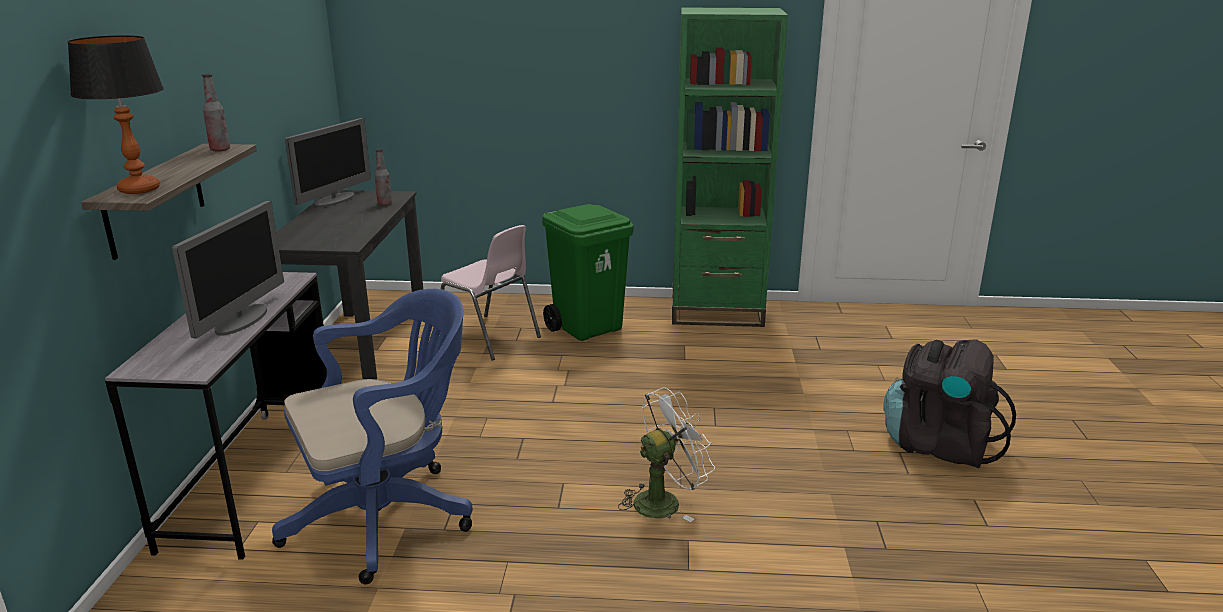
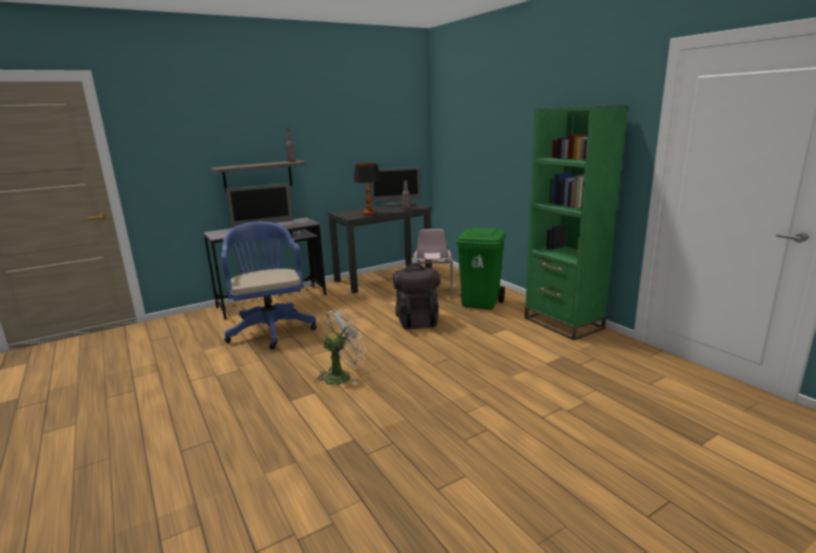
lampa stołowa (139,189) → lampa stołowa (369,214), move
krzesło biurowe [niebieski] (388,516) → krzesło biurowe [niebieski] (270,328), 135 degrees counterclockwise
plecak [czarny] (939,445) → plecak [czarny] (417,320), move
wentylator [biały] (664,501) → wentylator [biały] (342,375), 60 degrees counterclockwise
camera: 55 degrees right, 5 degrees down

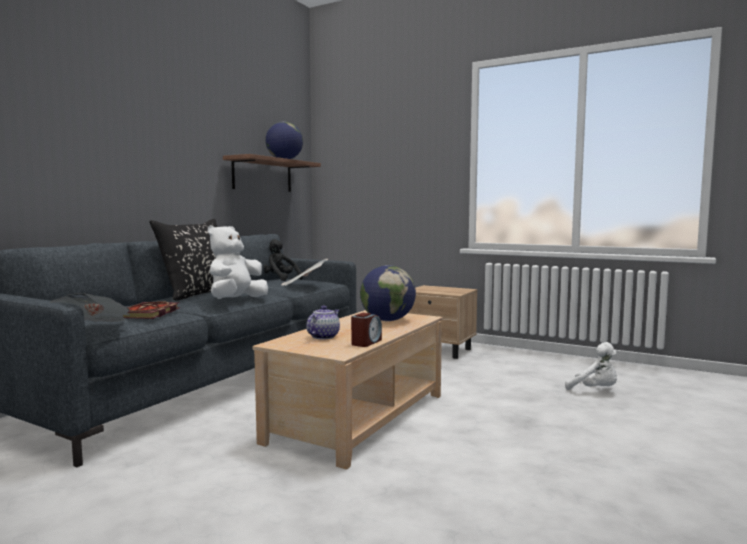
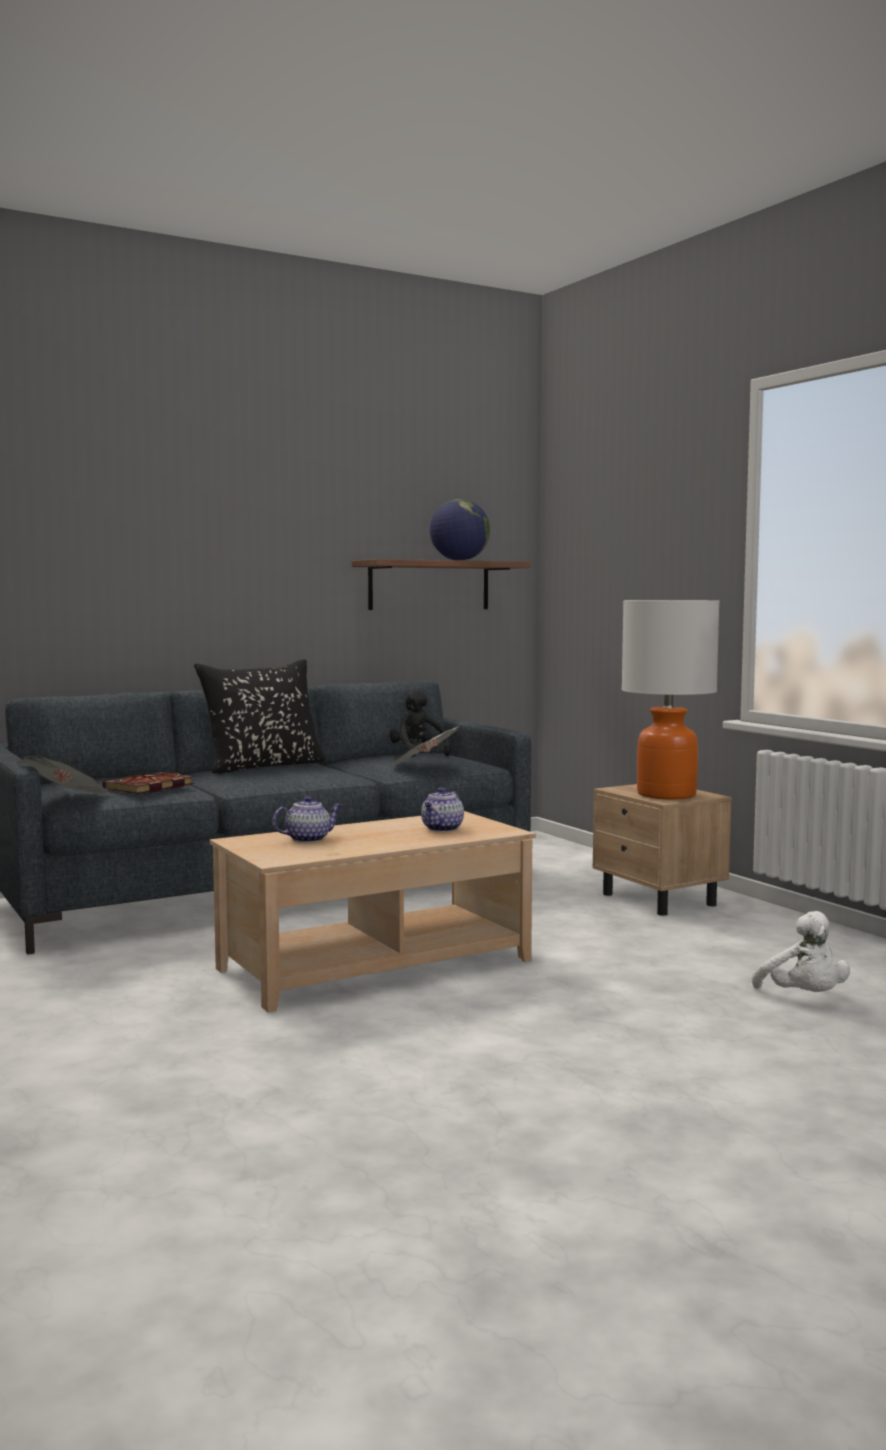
pluszak [biały] (236,300) → -
globus (387,320) → imbryk (442,829)
budzik (366,342) → -
- → lampa stołowa (666,794)
camera: 30 degrees right, 0 degrees up

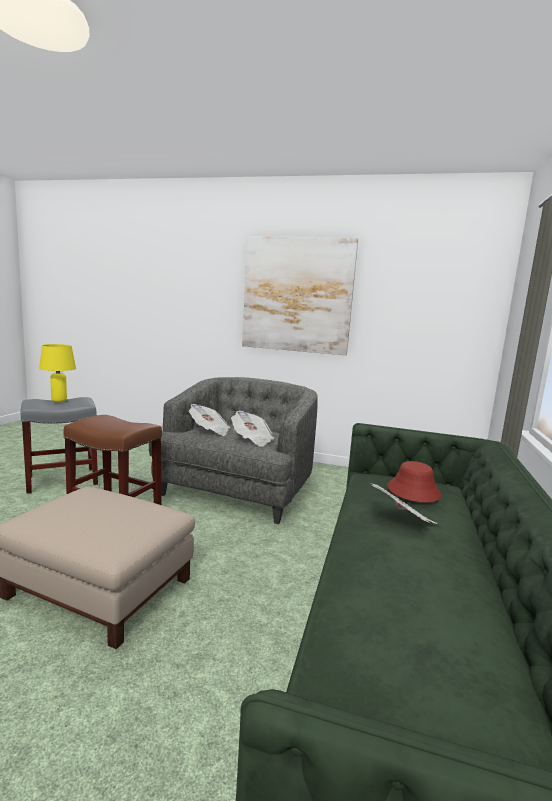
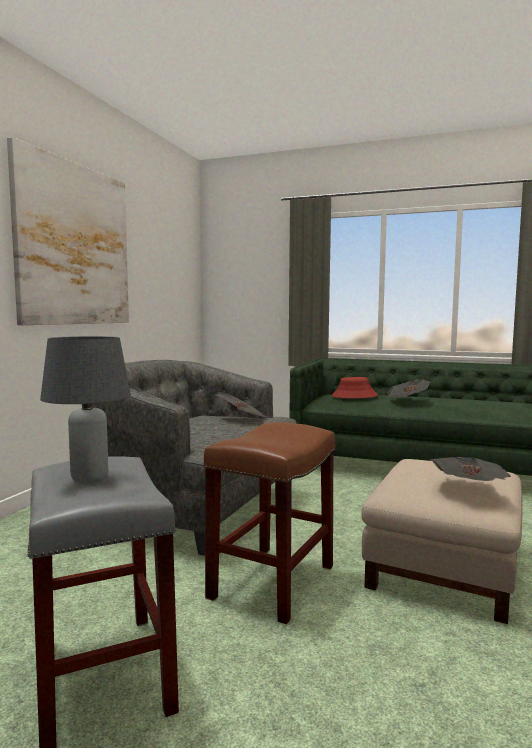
lampa stołowa [żółty] (59,401) → lampa stołowa [szary] (88,480)
gazeta (209,431) → gazeta (469,489), move
camera: 85 degrees left, 5 degrees down

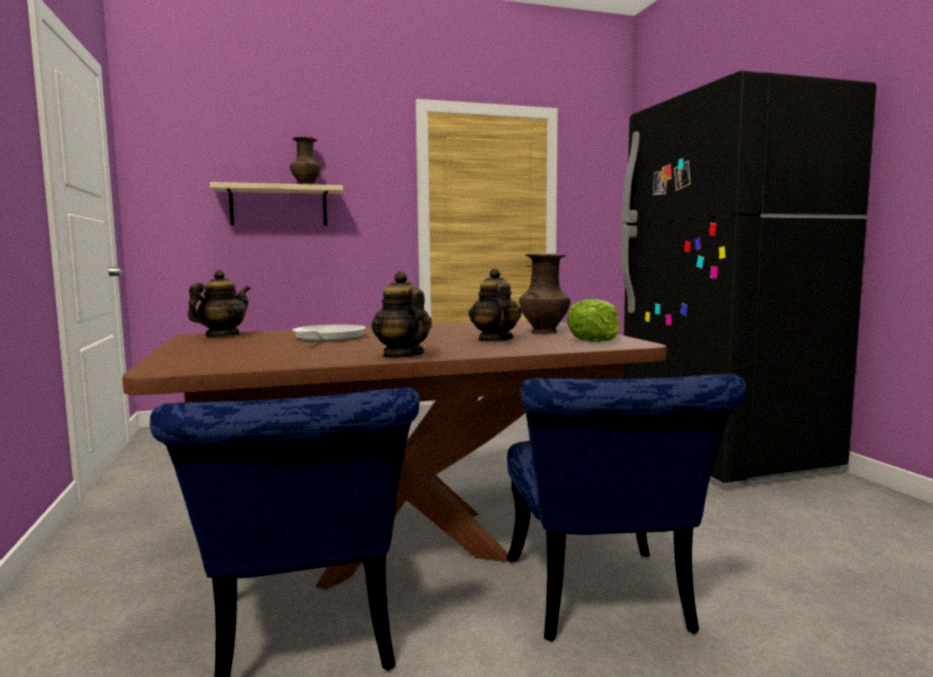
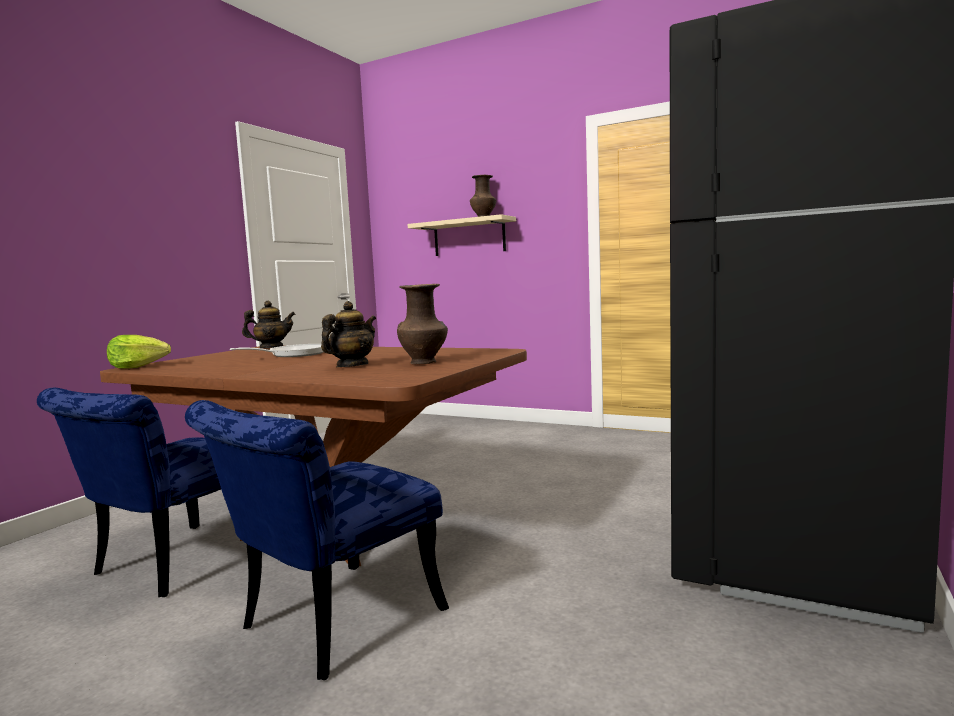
imbryk (402,355) → -
sałata (595,340) → sałata (138,367), move
camera: 45 degrees right, 0 degrees up

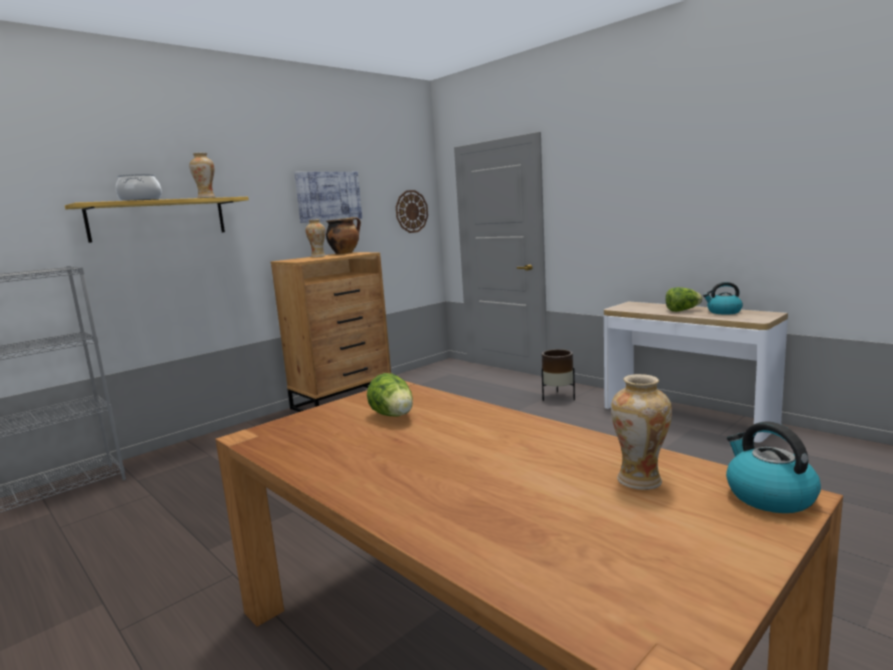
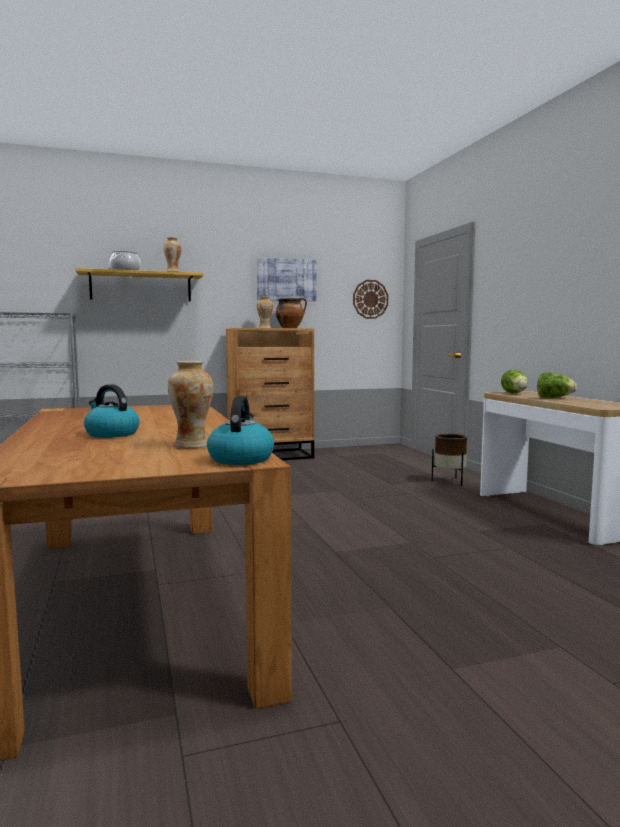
czajnik (723,312) → czajnik (111,434), move
sałata (394,416) → sałata (515,393), move
camera: 25 degrees right, 5 degrees down

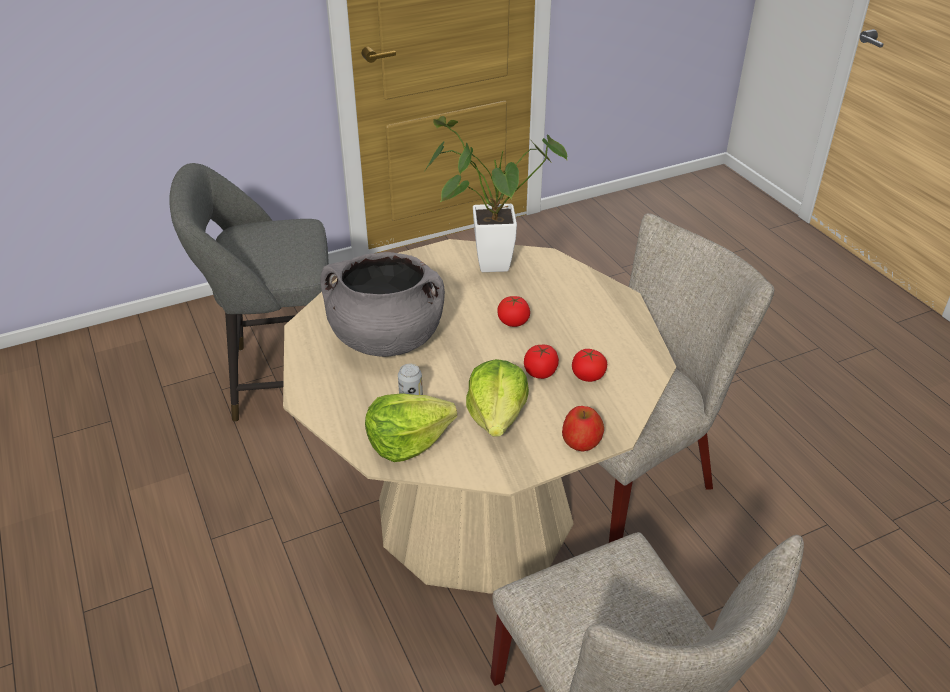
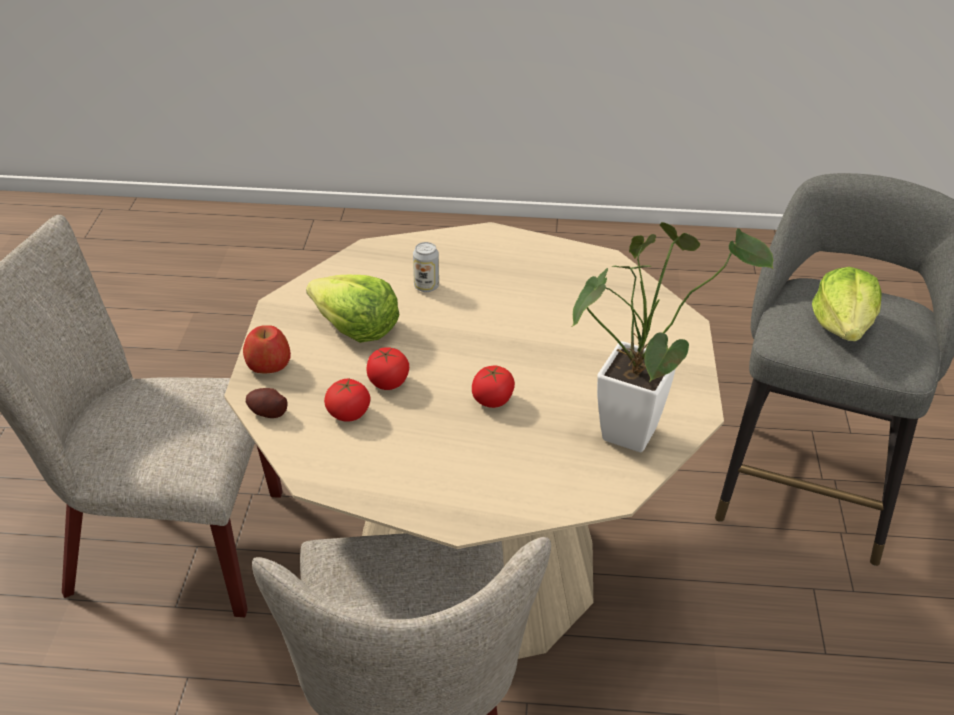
garnek [szary] (386,339) → -
sałata (407,441) → sałata (843,326), move
- → ziemniak (267,412)
camera: 120 degrees right, 0 degrees up

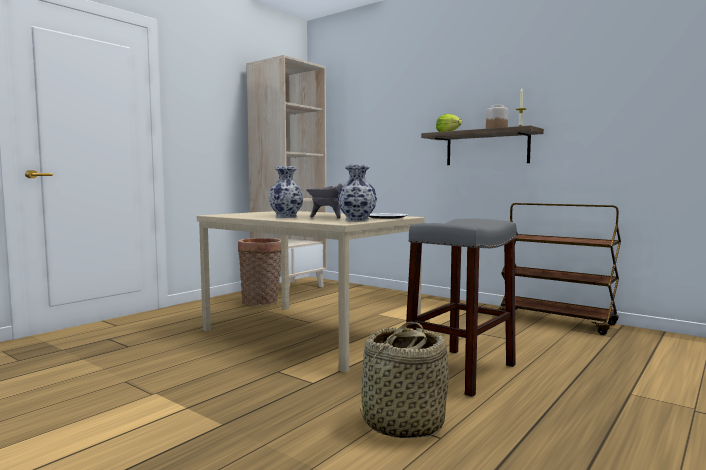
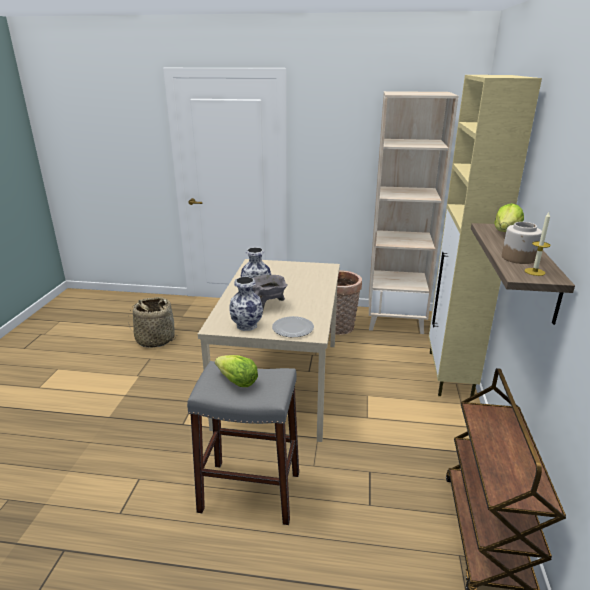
koszyk (402,423) → koszyk (155,339), move
- → szafka [beżowy] (449,374)
- → sałata (237,382)
camera: 60 degrees right, 20 degrees up

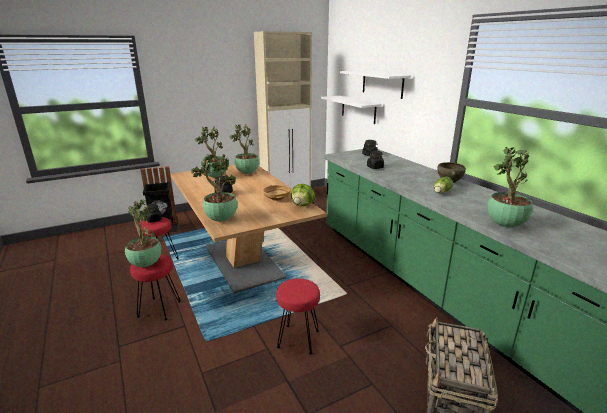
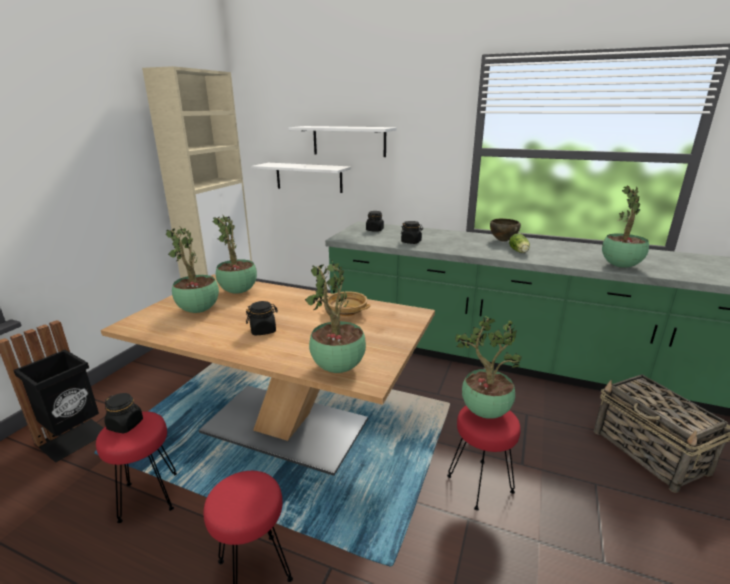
sałata (302,205) → -
roślina doniczkowa (145,264) → roślina doniczkowa (483,412), move
camera: 40 degrees left, 0 degrees up

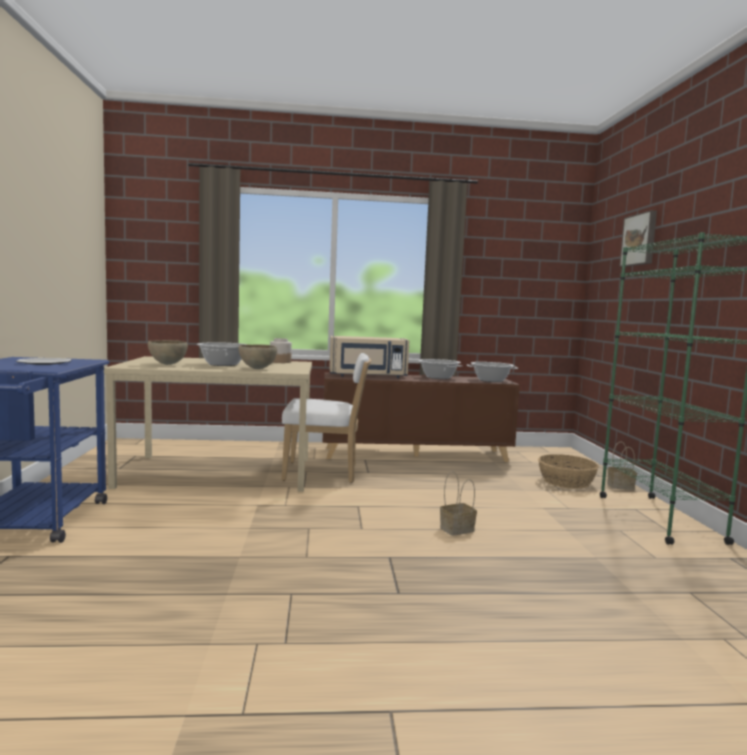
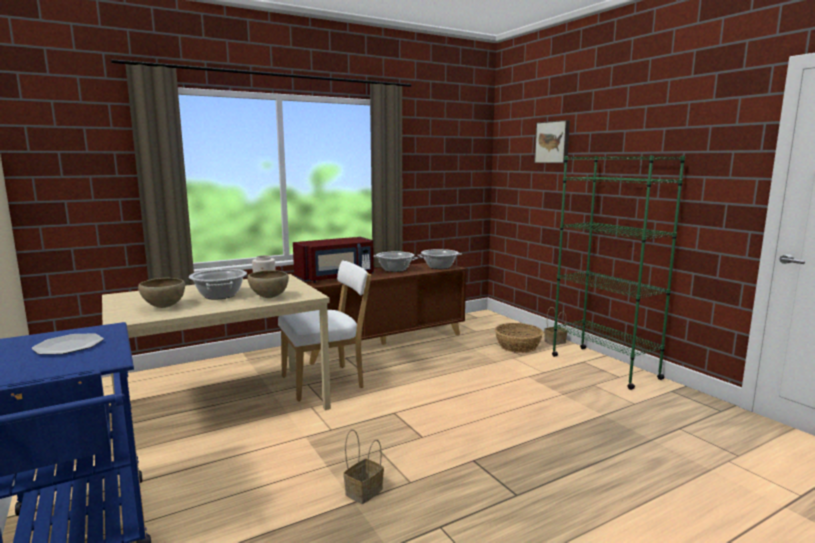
mikrofalówka [beżowy] (368,376) → mikrofalówka [czerwony] (336,278)
koszyk (457,529) → koszyk (364,491), move
camera: 25 degrees left, 5 degrees up

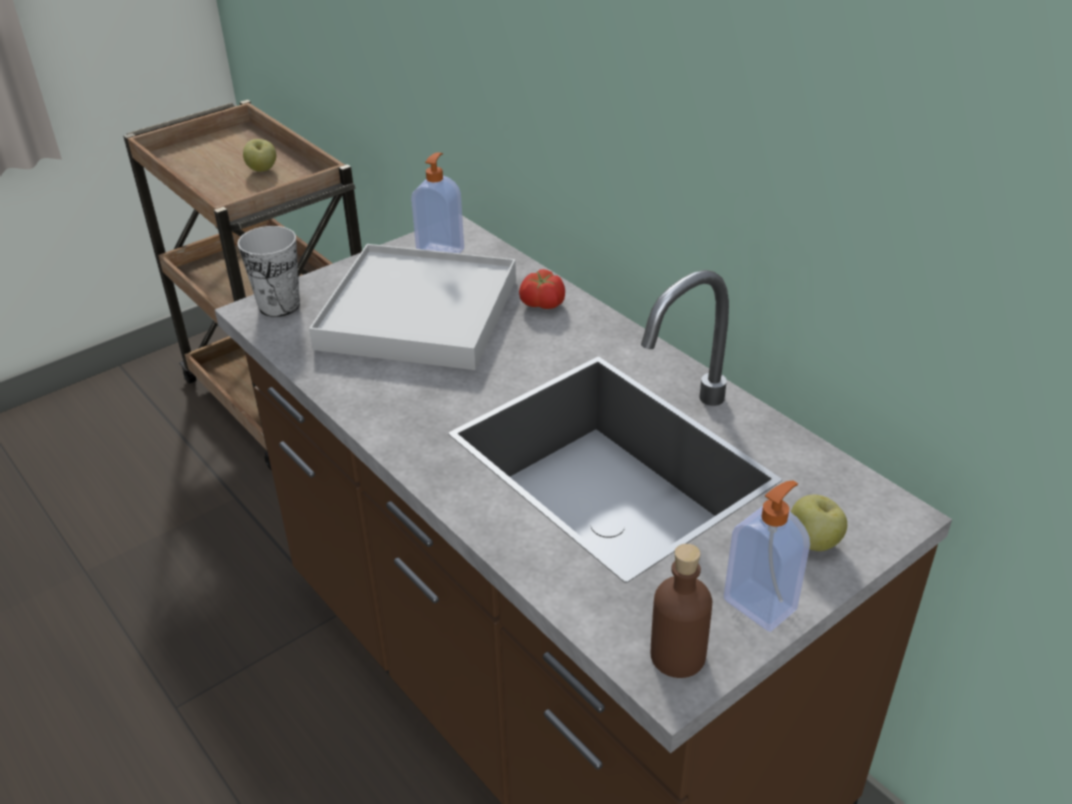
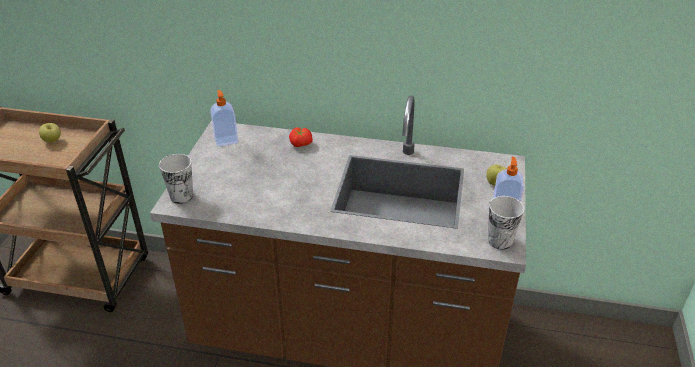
taca [biały] (419,313) → -
butelka [brązowy] (677,656) → filiżanka (500,241)
camera: 40 degrees left, 0 degrees up

